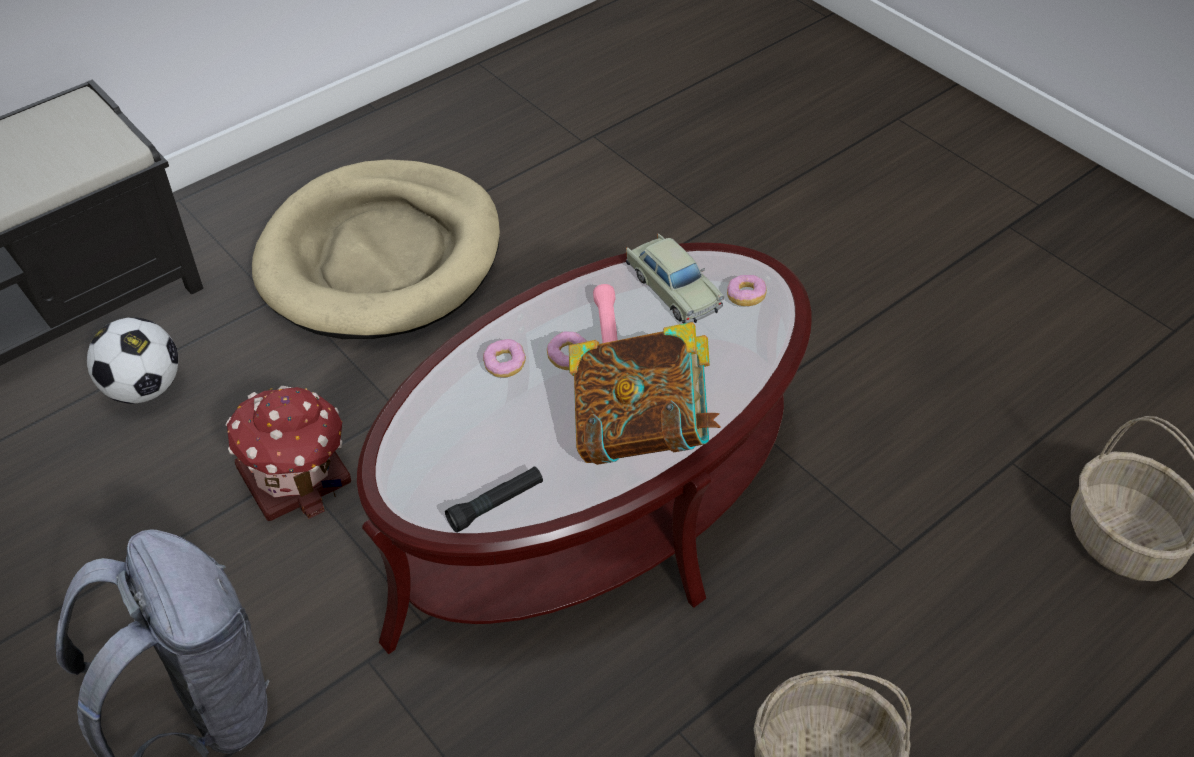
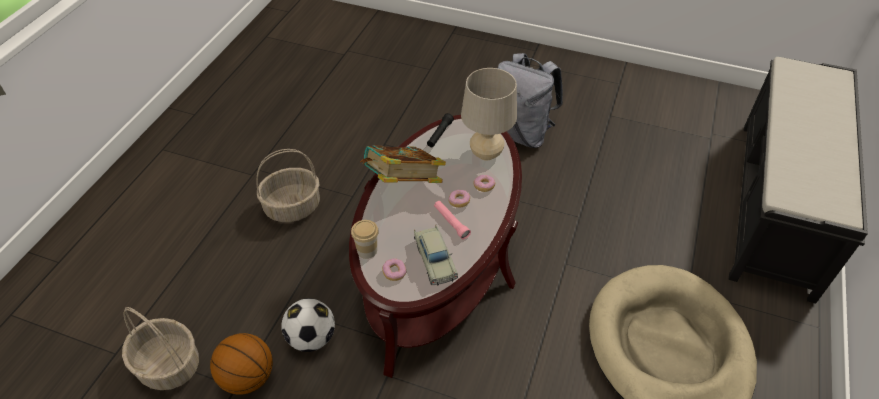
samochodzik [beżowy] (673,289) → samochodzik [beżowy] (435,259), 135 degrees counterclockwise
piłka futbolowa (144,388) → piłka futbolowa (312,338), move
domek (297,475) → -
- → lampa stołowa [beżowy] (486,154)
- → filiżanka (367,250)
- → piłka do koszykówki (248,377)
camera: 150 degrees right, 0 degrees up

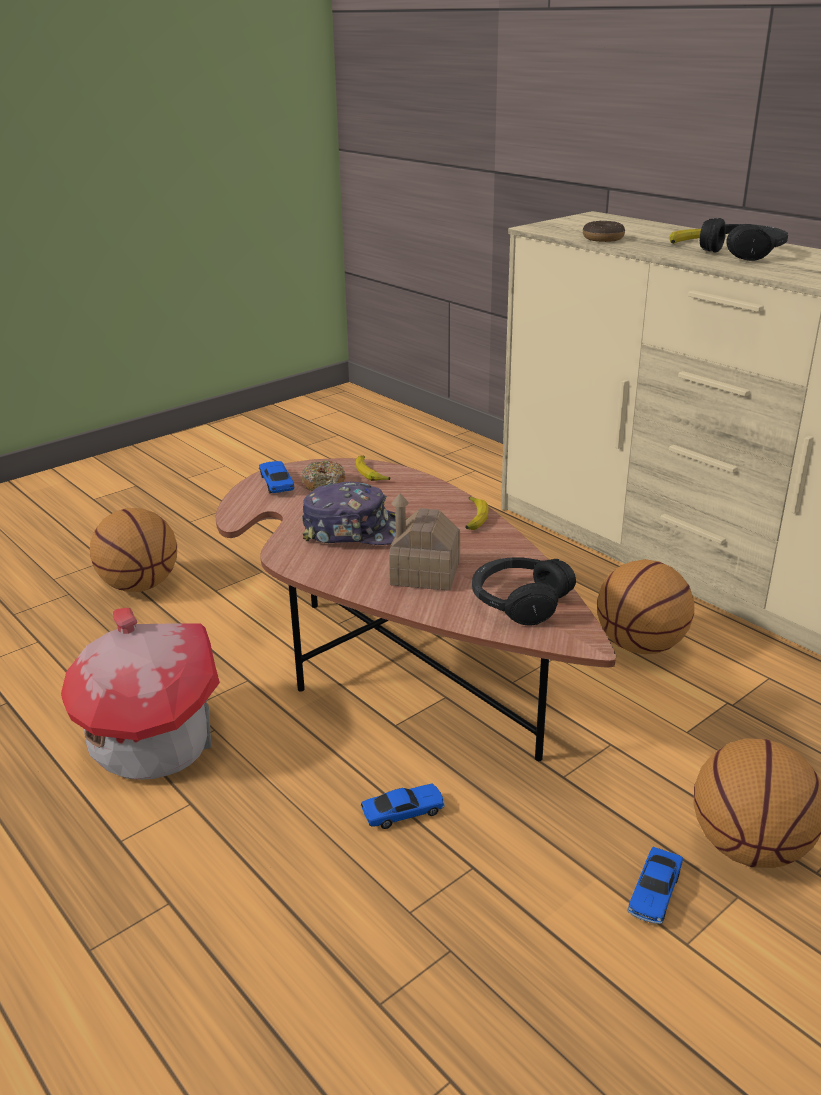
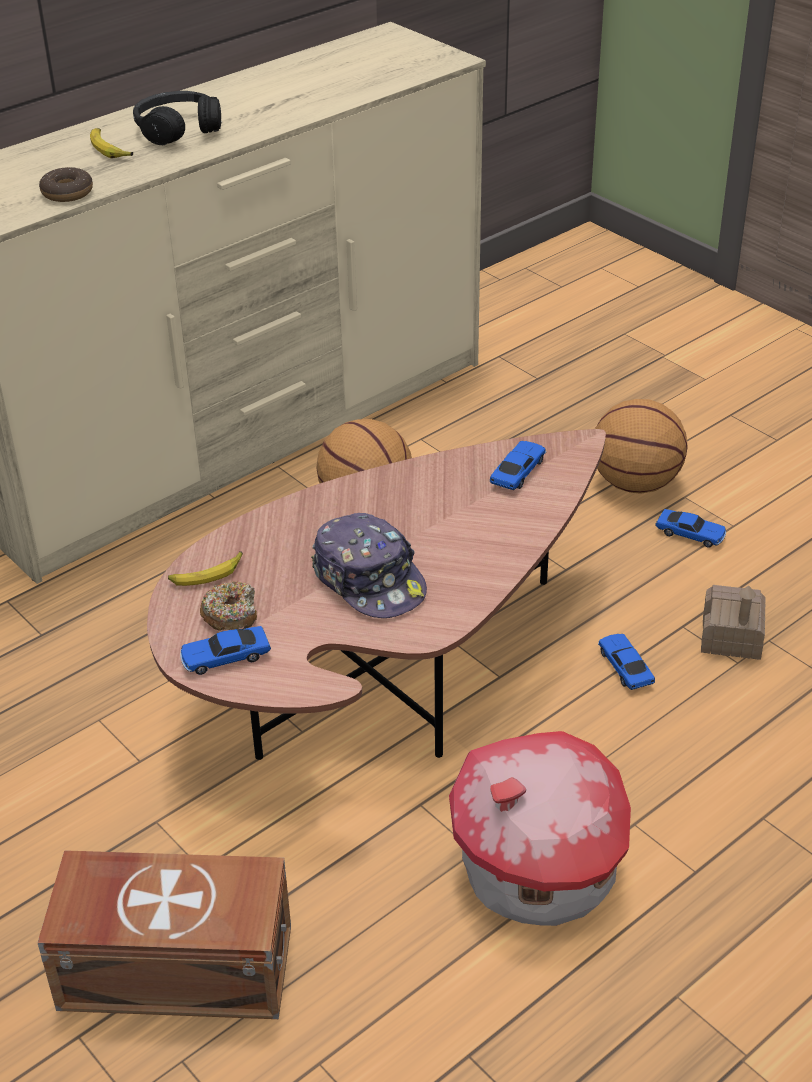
czapka z daszkiem (356,531) → czapka z daszkiem (369,580), 135 degrees clockwise
domek (425,573) → domek (731,637), move
banan (474,518) → -
piłka do koszykówki (141,586) → pojemnik do przechowywania [brązowy] (173,964)
słuchawki [czarny] (519,601) → samochodzik (518,472)
camera: 90 degrees left, 10 degrees up

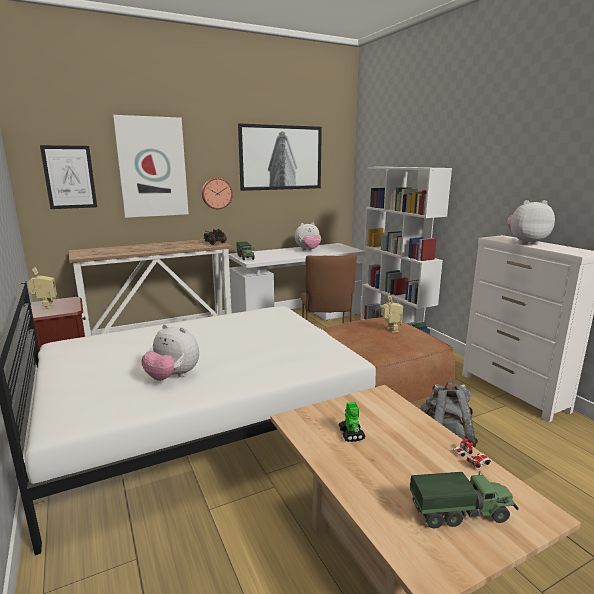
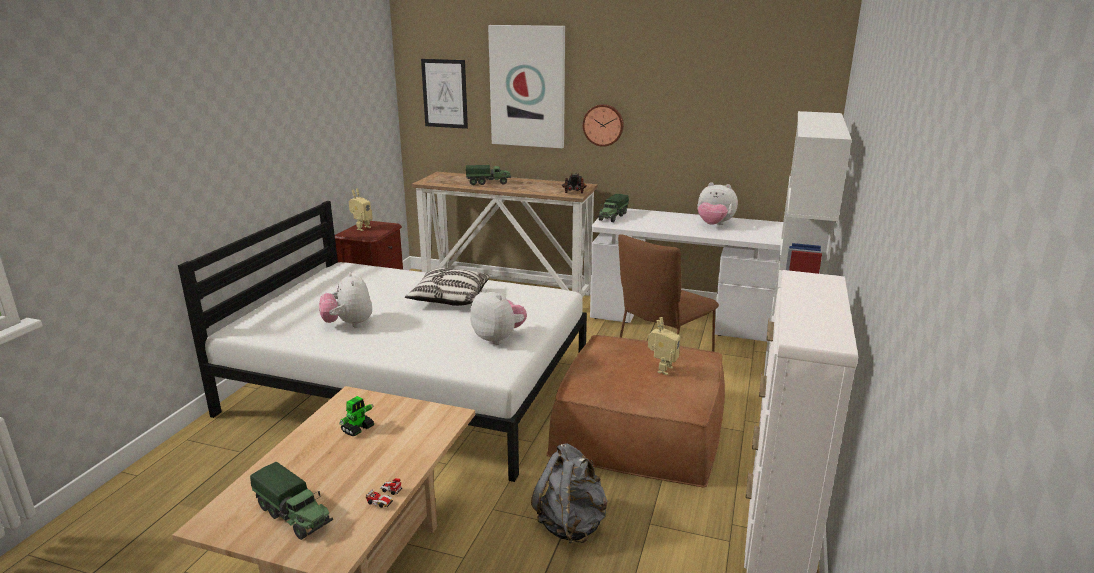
obraz (281,157) → -
pluszak (525,242) → pluszak (498,338), move
- → ciężarówka zabawkowa (488,183)
- → poduszka (450,299)
camera: 45 degrees right, 5 degrees up

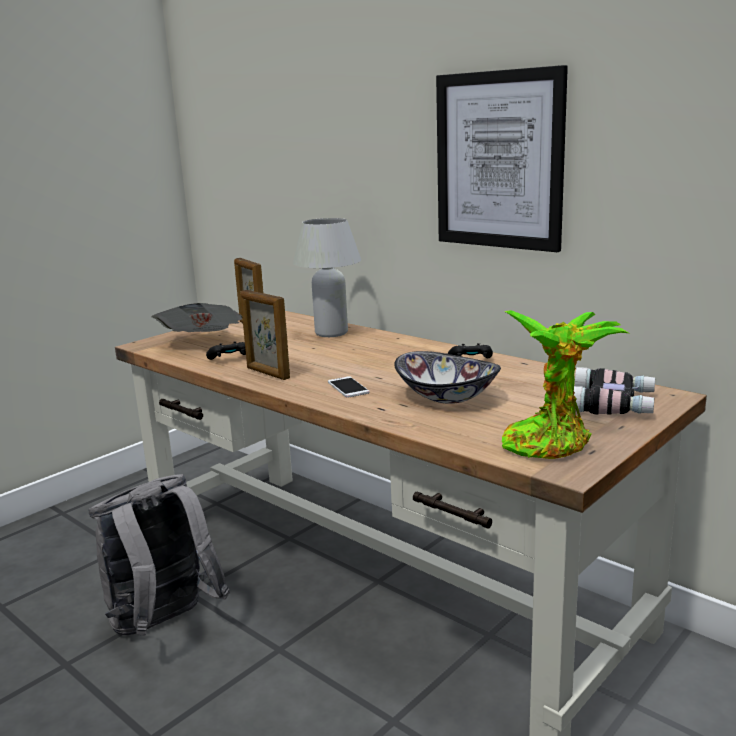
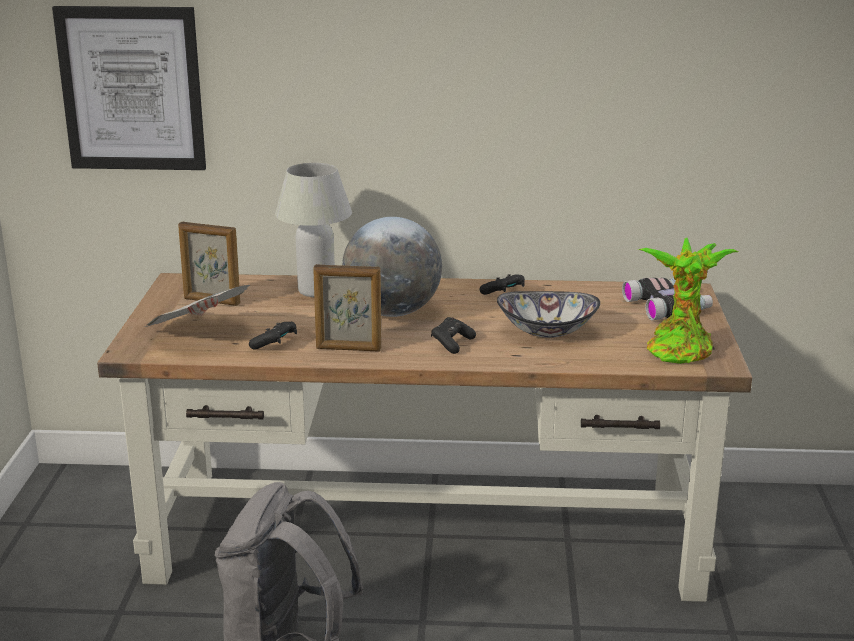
obraz (499,161) → obraz (132,89), move
telefon (348,387) → pad do gier [czarny] (452,344)
- → globus (392,312)
camera: 40 degrees left, 5 degrees up

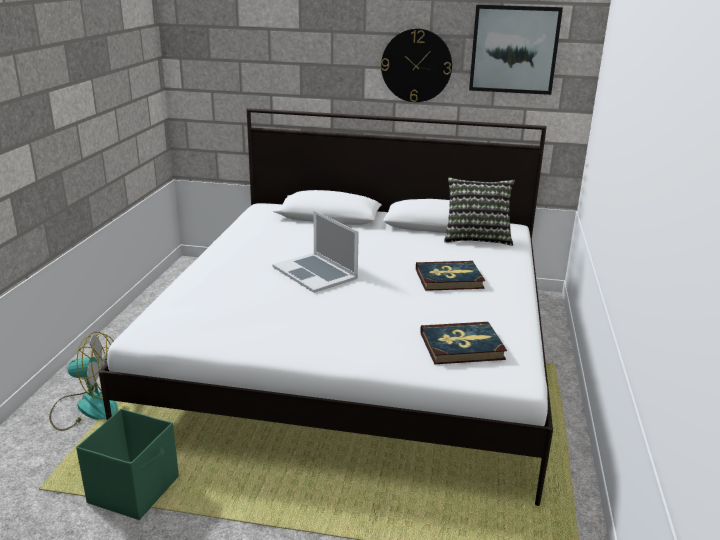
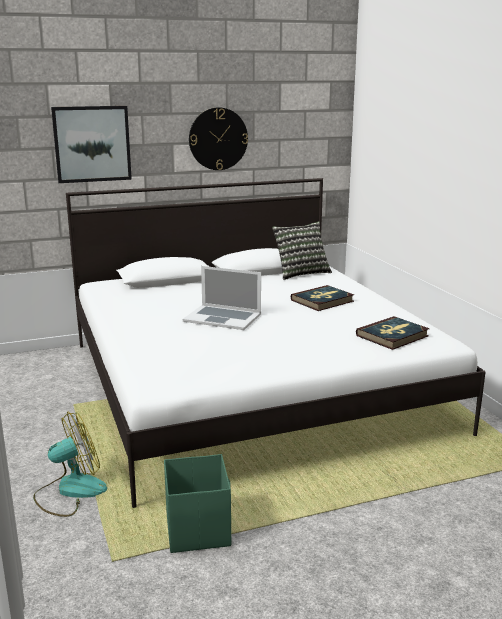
obraz (514,49) → obraz (92,144), move
camera: 30 degrees left, 5 degrees down

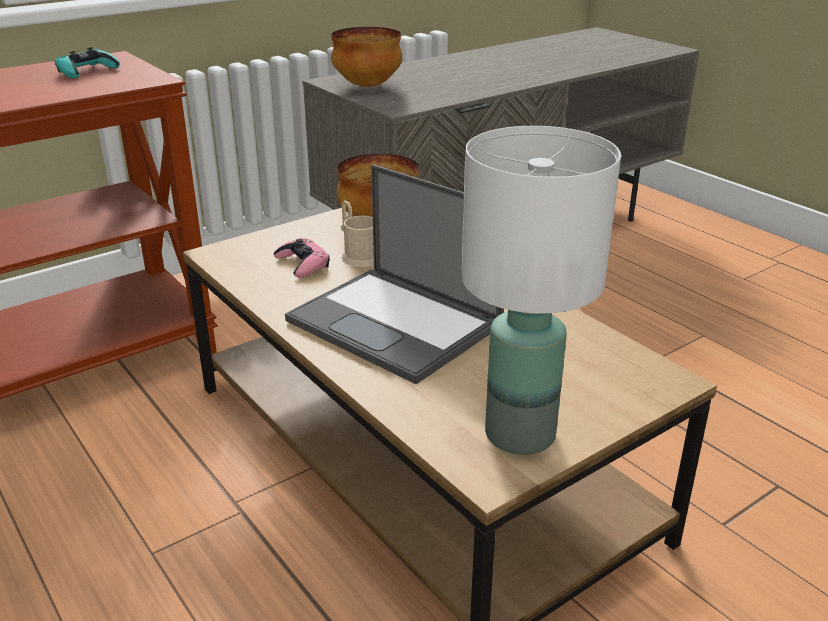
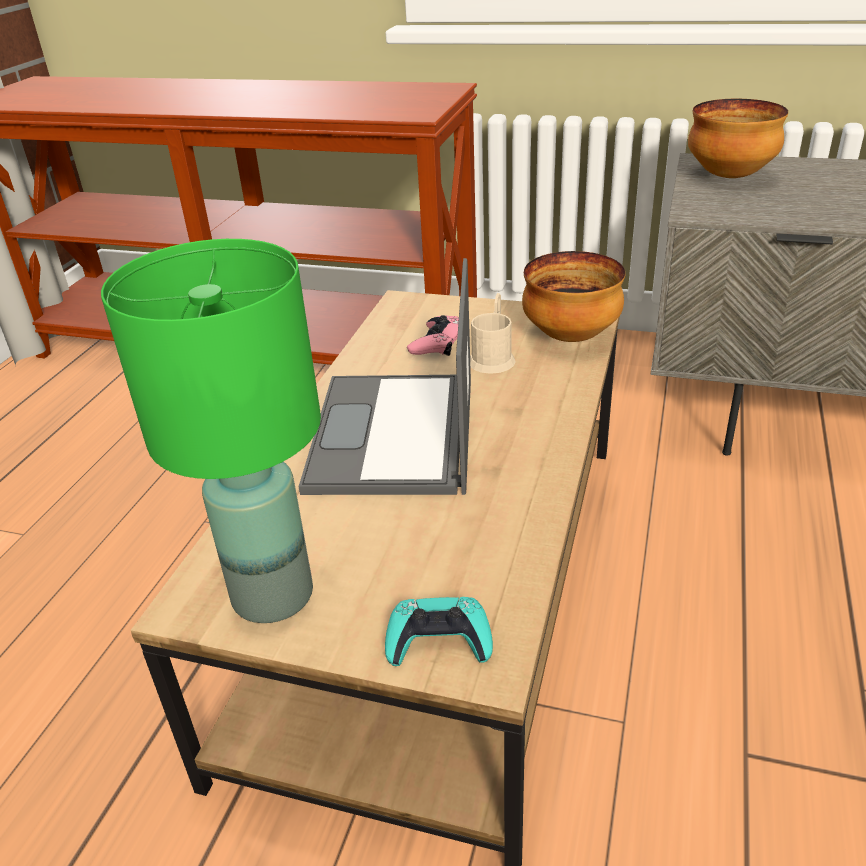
pad do gier [turkusowy] (87,71) → pad do gier [turkusowy] (439,640), move
lampa stołowa [biały] (519,432) → lampa stołowa [zielony] (274,593)
camera: 55 degrees right, 5 degrees up

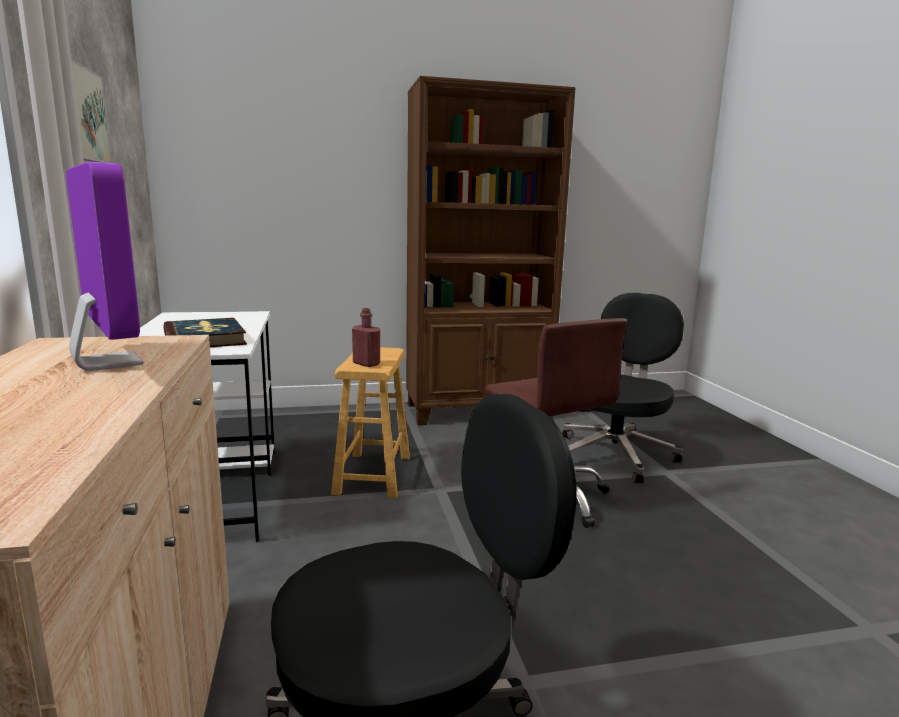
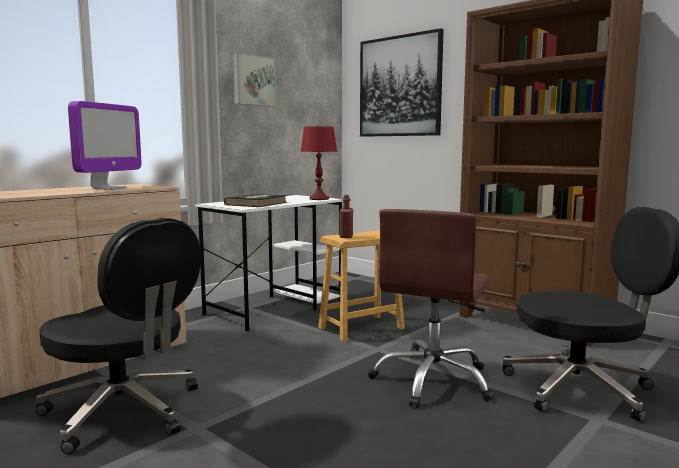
- → obraz (400,86)
- → lampa stołowa [czerwony] (319,199)
camera: 55 degrees right, 5 degrees down

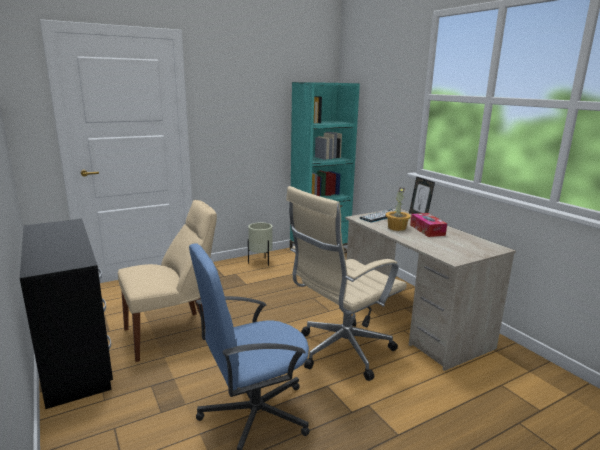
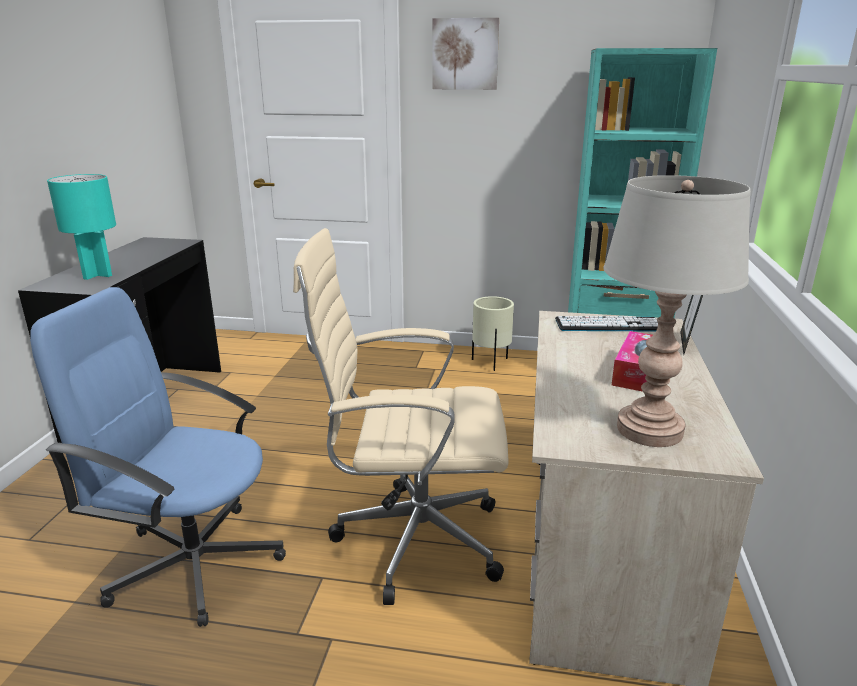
roślina doniczkowa (397,227) → -
krzesło [beżowy] (173,333) → -
- → obraz (465,54)
- → lampa stołowa [turkusowy] (97,275)
- → lampa stołowa [szary] (649,430)
camera: 40 degrees right, 5 degrees up

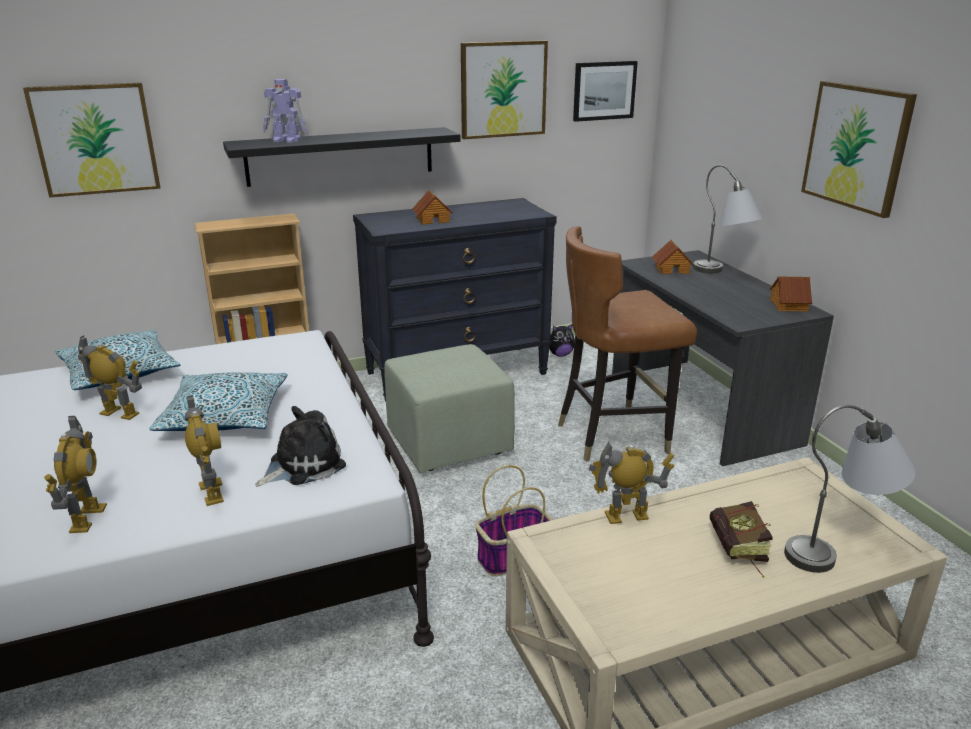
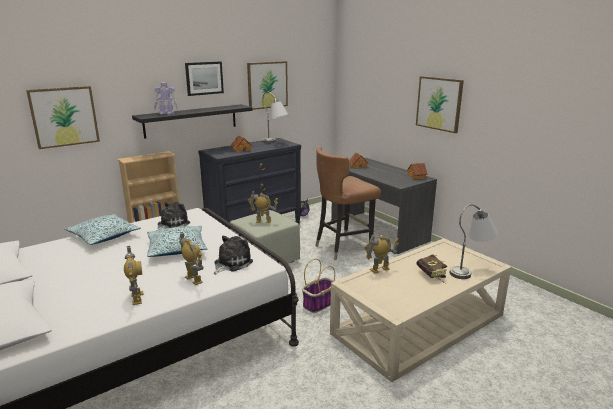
obraz (604,90) → obraz (204,78), move
lampa stołowa [szary] (722,274) → lampa stołowa [szary] (275,143), move
robot zabawkowy (119,413) → robot zabawkowy (263,221), move
- → pluszak (171,224)
camera: 15 degrees left, 5 degrees down

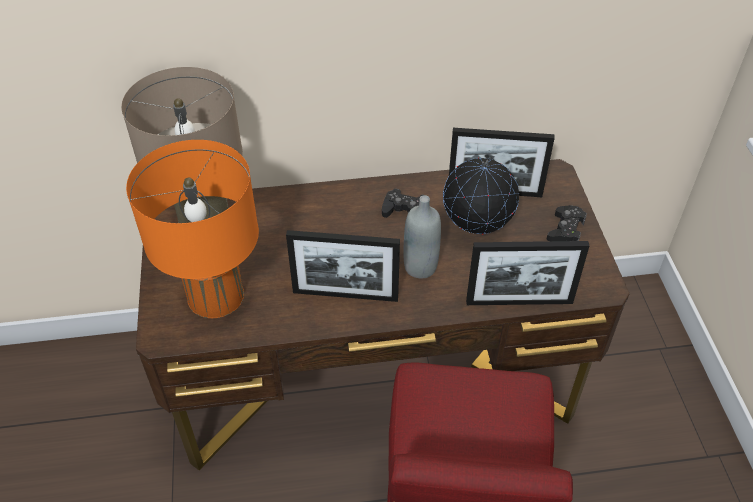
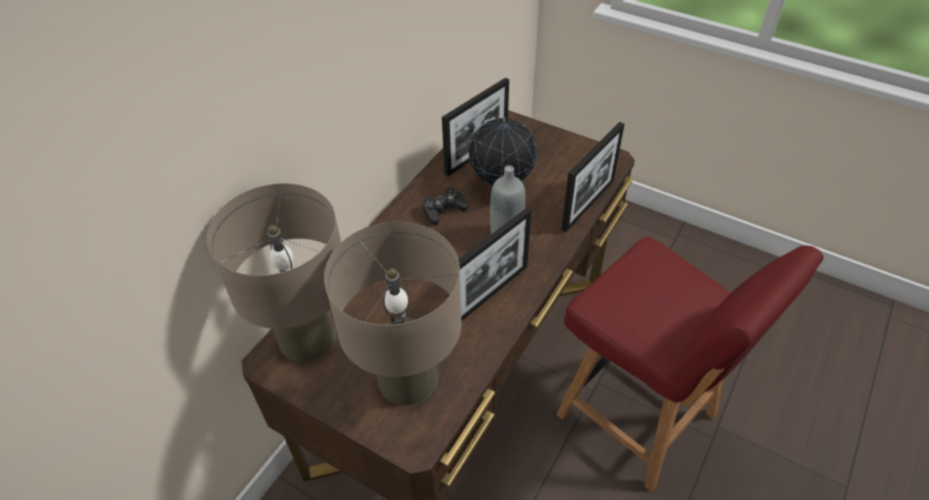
lampa stołowa [pomarańczowy] (215,295) → lampa stołowa [beżowy] (407,379)
pad do gier [czarny] (565,230) → -
camera: 50 degrees left, 0 degrees up

